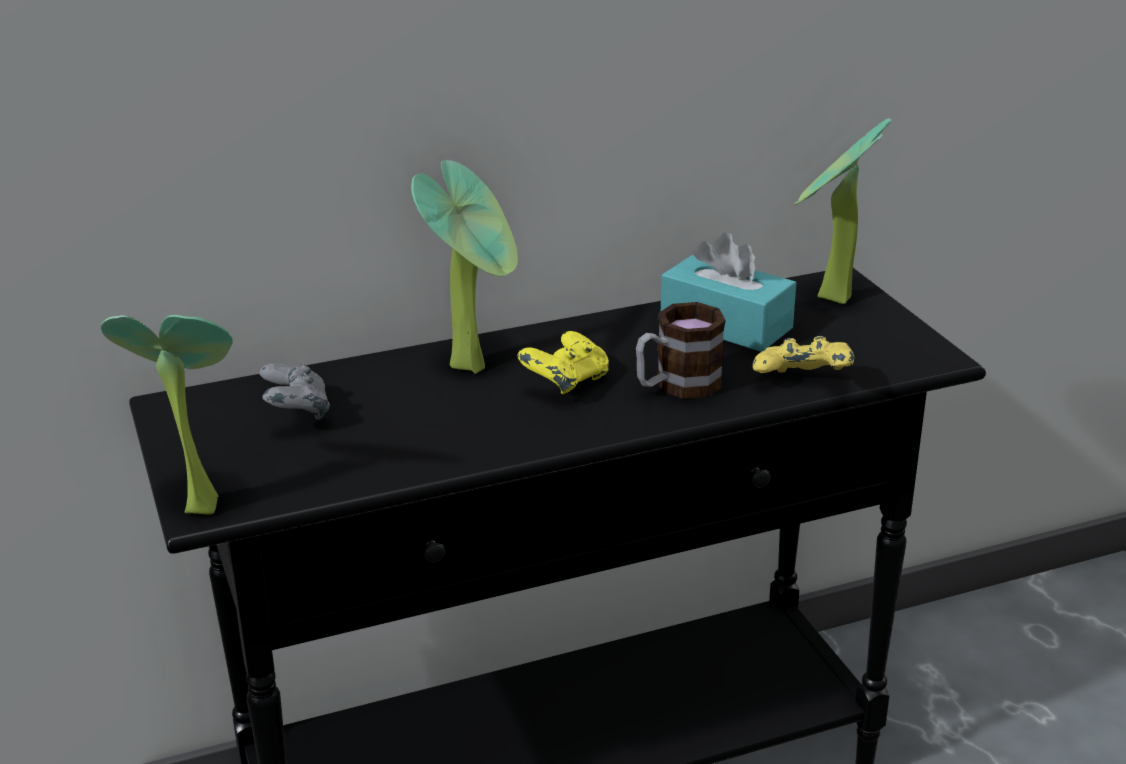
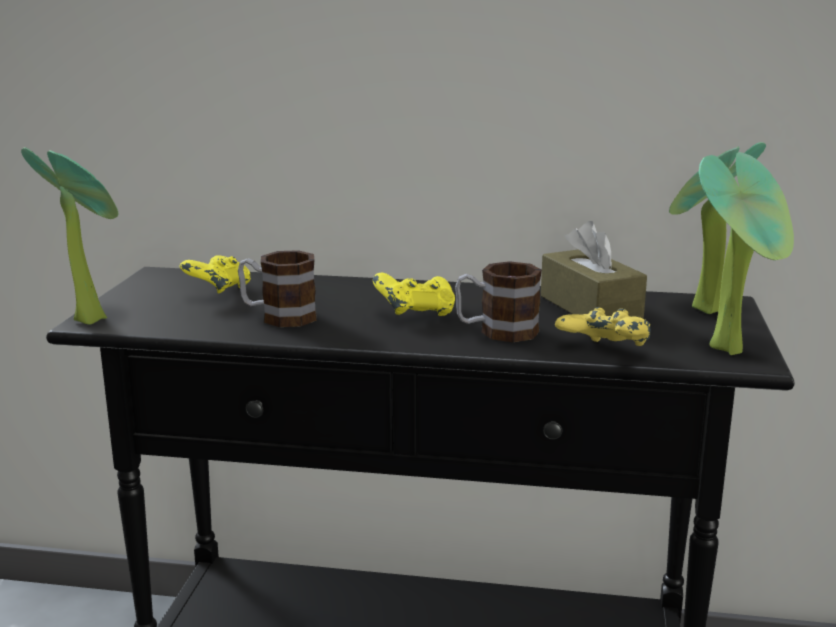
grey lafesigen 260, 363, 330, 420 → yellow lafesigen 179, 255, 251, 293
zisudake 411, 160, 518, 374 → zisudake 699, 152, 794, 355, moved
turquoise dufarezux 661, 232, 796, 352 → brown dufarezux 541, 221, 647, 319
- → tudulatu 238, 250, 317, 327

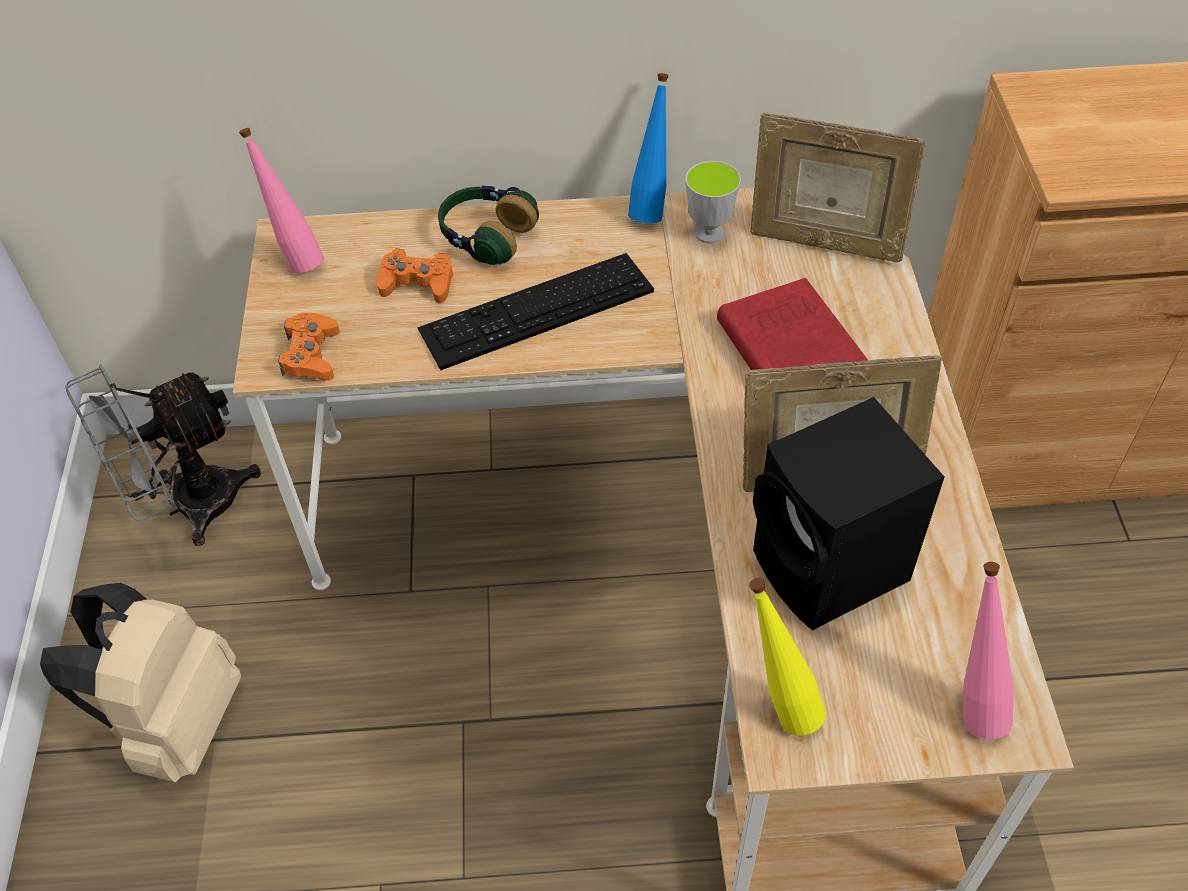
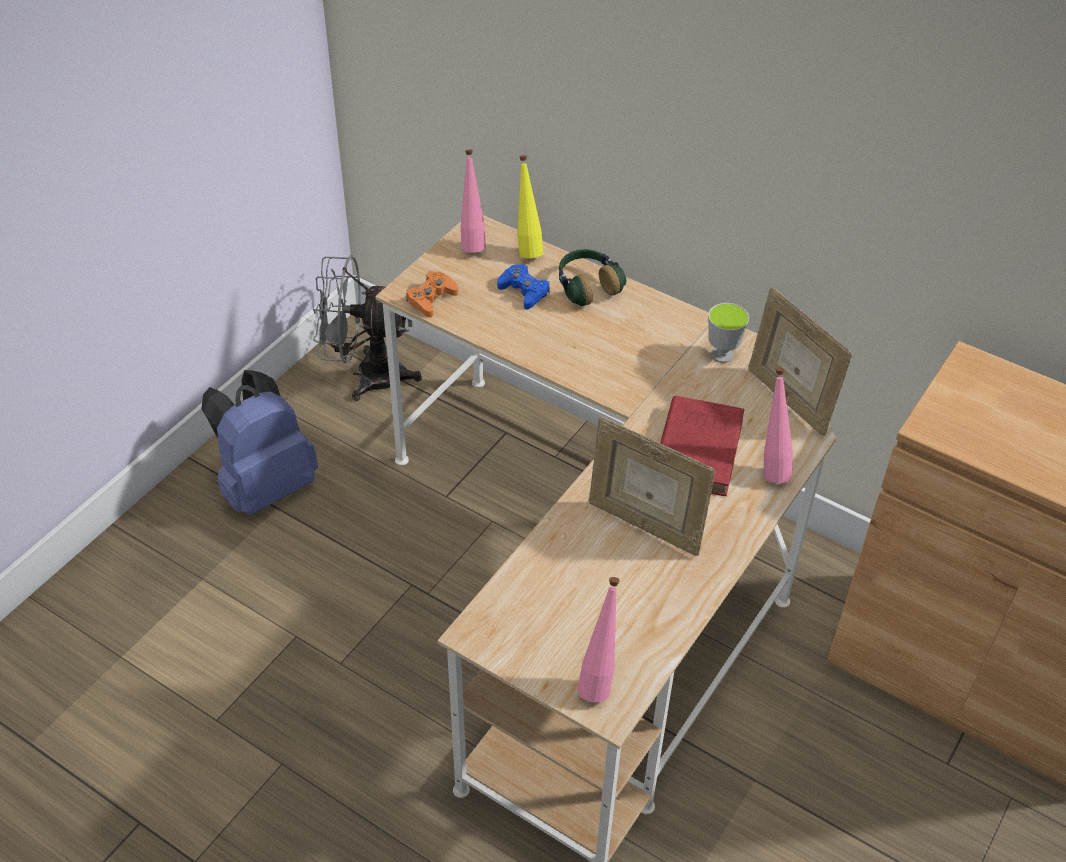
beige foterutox 40, 583, 241, 782 → blue foterutox 201, 370, 318, 515
orange lafesigen 377, 249, 453, 304 → blue lafesigen 497, 264, 550, 310
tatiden 417, 253, 654, 370 → -
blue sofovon 628, 73, 669, 223 → -
yellow sofovon 749, 578, 826, 735 → yellow sofovon 517, 155, 543, 258, moved
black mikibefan 753, 397, 944, 631 → -
- → pink sofovon 764, 368, 793, 483

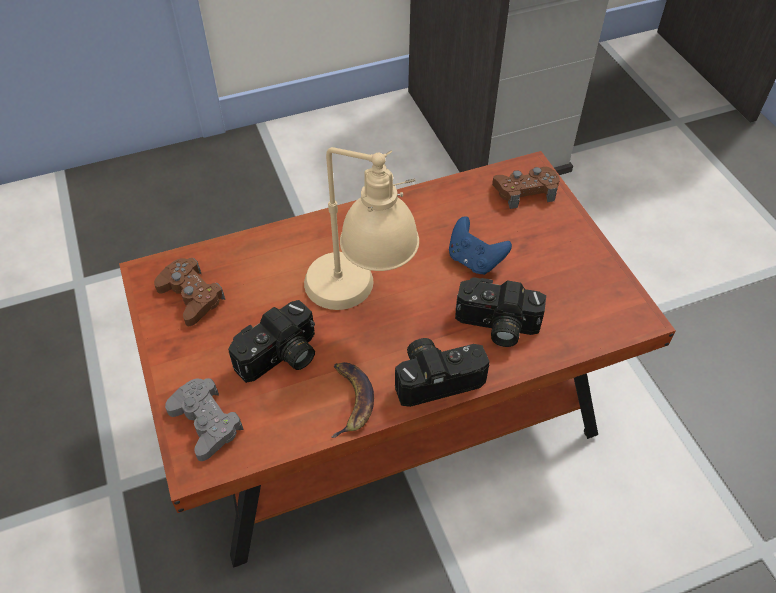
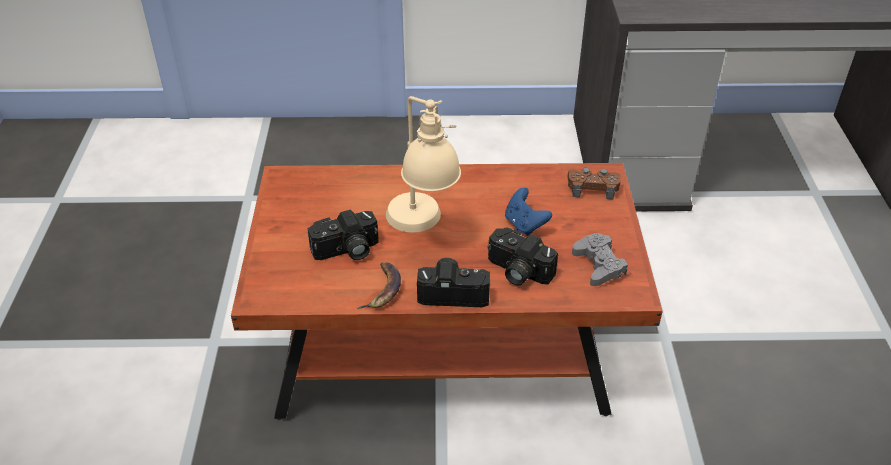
brown lafesigen 154, 258, 225, 326 → -
grey lafesigen 165, 378, 244, 461 → grey lafesigen 572, 233, 628, 286, moved

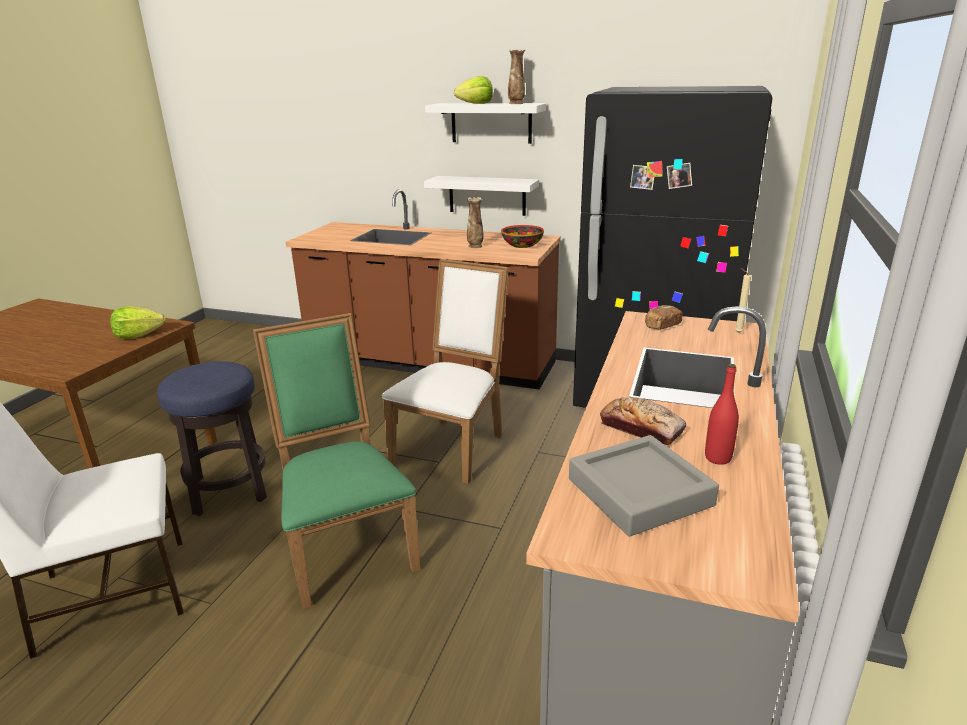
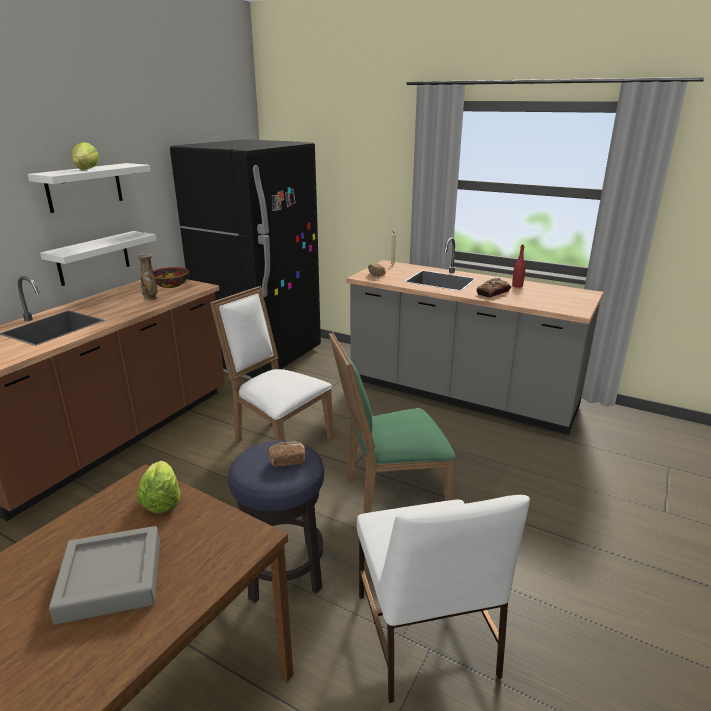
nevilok 508, 50, 525, 104 → -
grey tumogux 569, 435, 719, 537 → grey tumogux 49, 526, 160, 624, moved
- → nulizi 268, 441, 305, 467

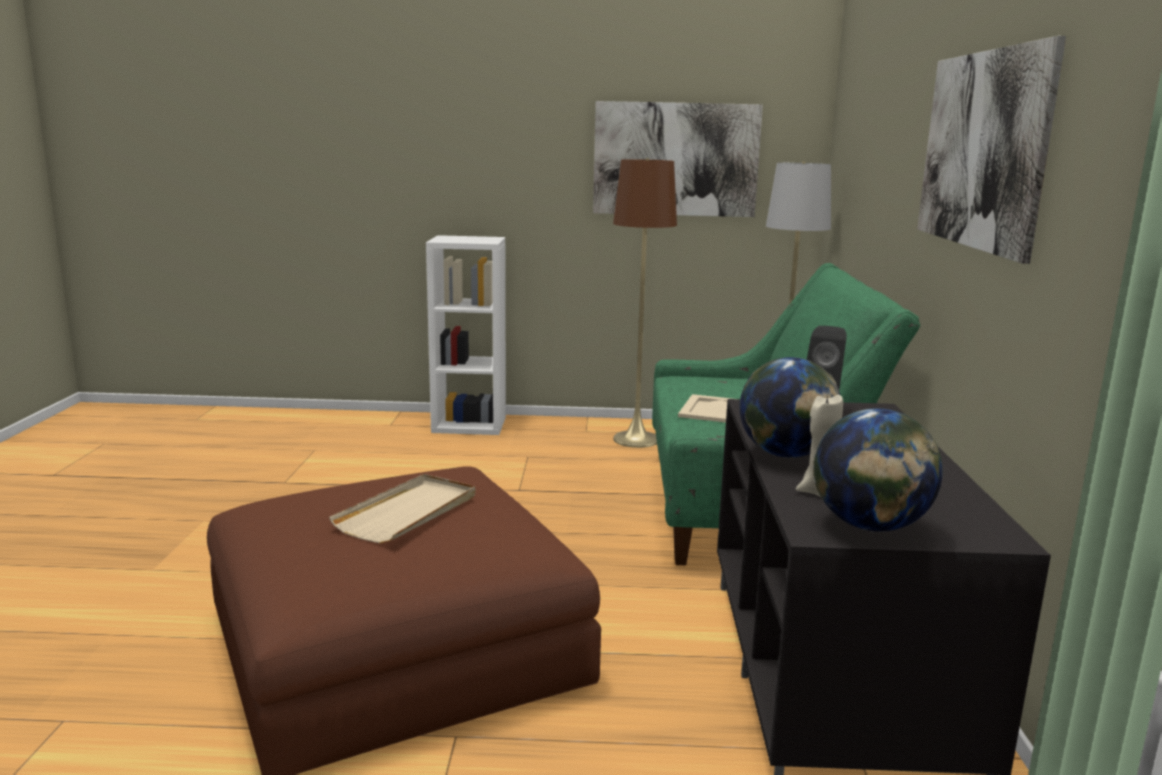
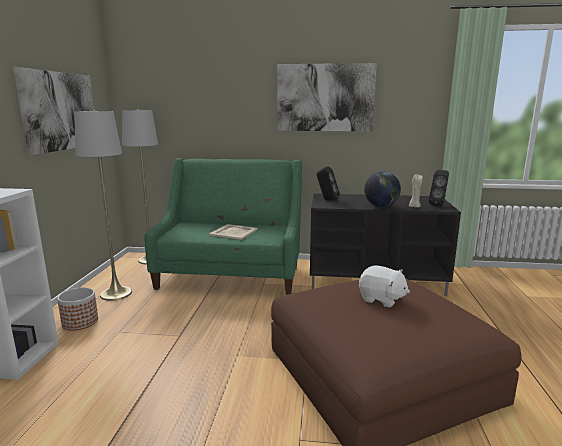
beige tumogux 329, 474, 475, 543 → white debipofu 359, 265, 410, 308
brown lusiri 613, 158, 677, 448 → grey lusiri 74, 110, 132, 301
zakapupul 813, 408, 943, 532 → black mikibefan 429, 170, 449, 206
- → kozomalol 57, 287, 98, 330

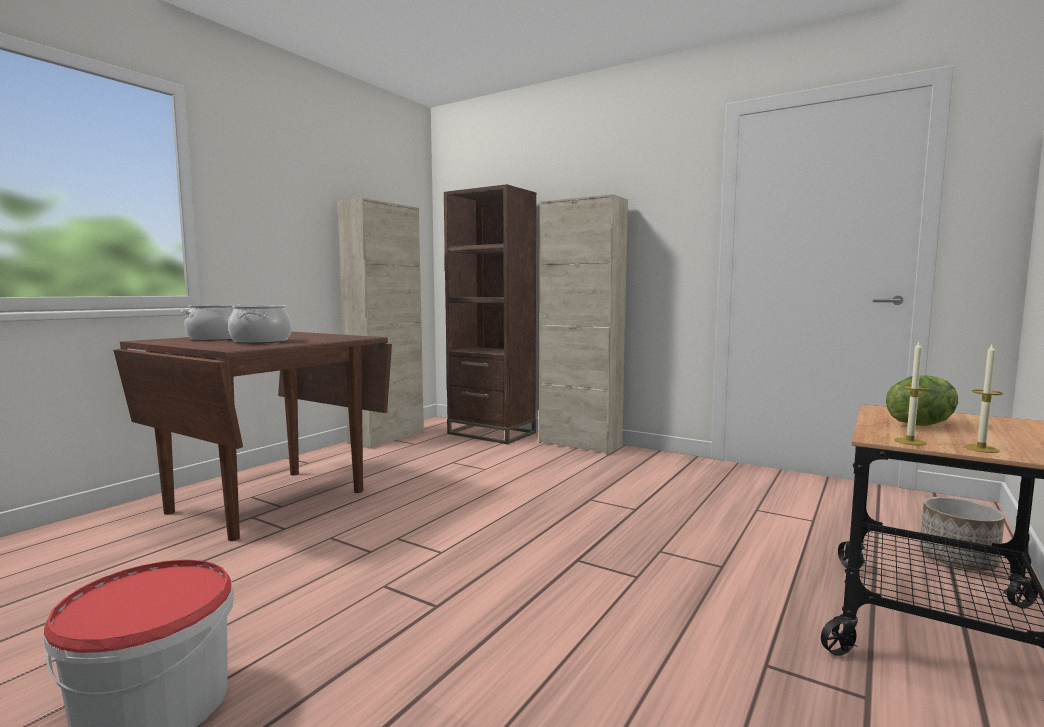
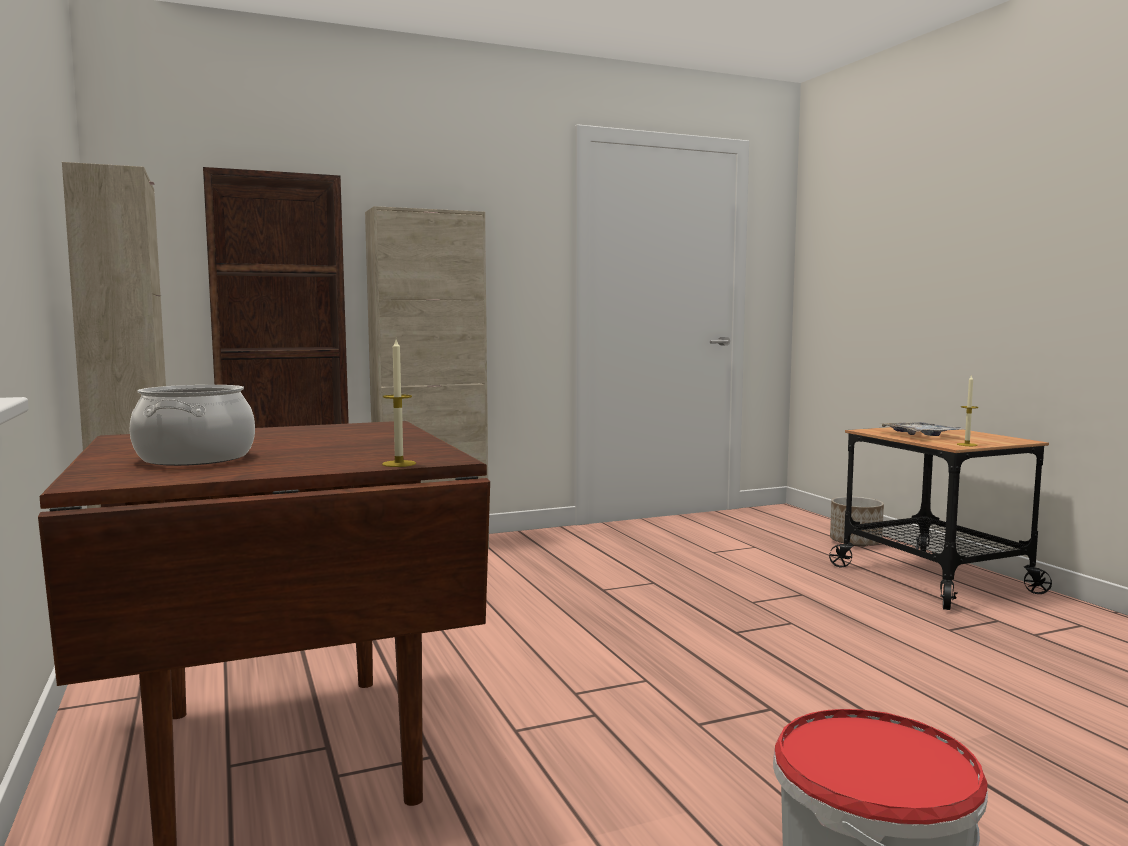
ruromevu 228, 305, 292, 343 → -
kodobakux 886, 375, 958, 426 → tumogux 878, 422, 965, 436
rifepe 964, 343, 1003, 453 → rifepe 382, 339, 416, 467, moved

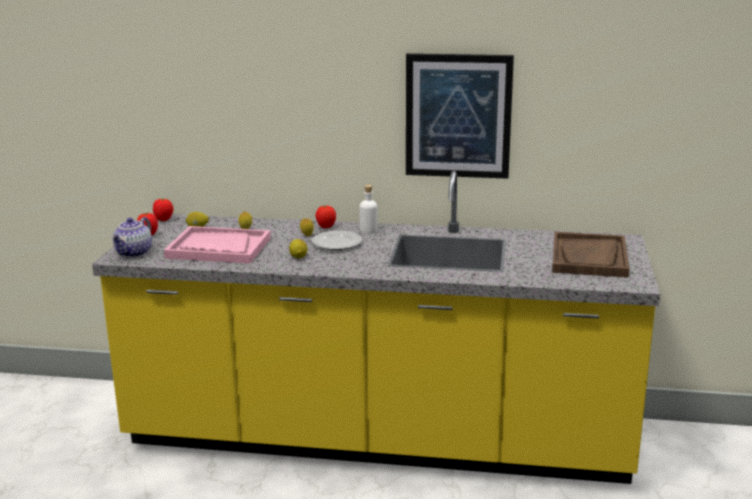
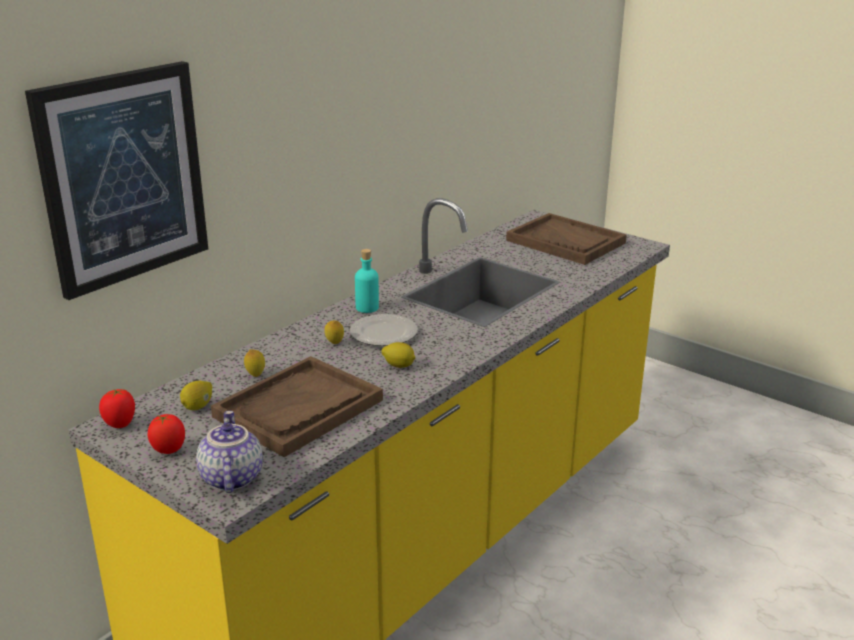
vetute 111, 217, 152, 258 → vetute 196, 411, 263, 493, 150 degrees counterclockwise
pink tumogux 164, 226, 271, 264 → brown tumogux 211, 356, 383, 457
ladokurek 316, 206, 336, 228 → -
white sofovon 360, 185, 378, 234 → turquoise sofovon 355, 249, 379, 313
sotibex 406, 53, 514, 179 → sotibex 25, 61, 208, 300, moved

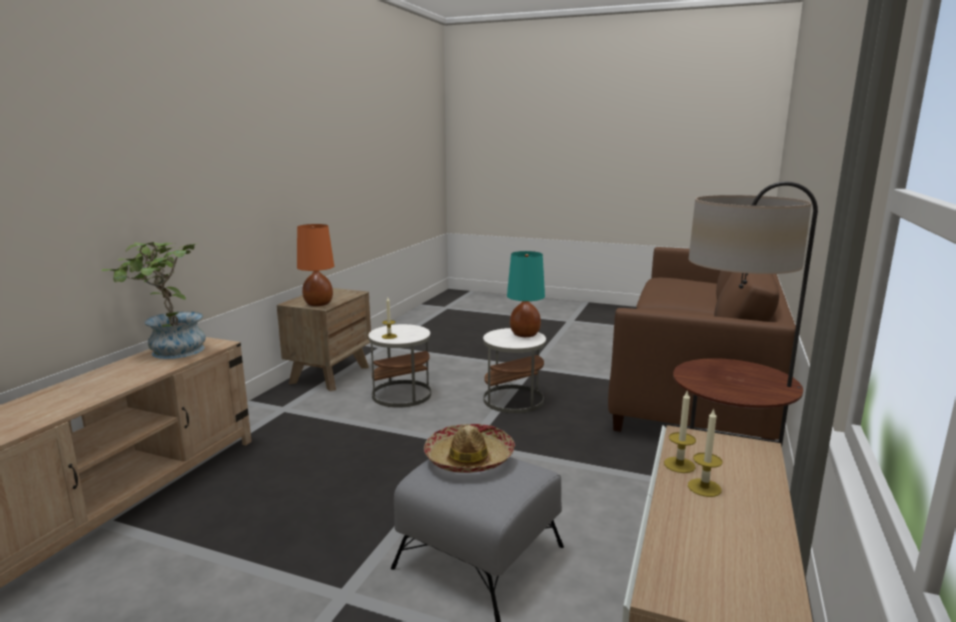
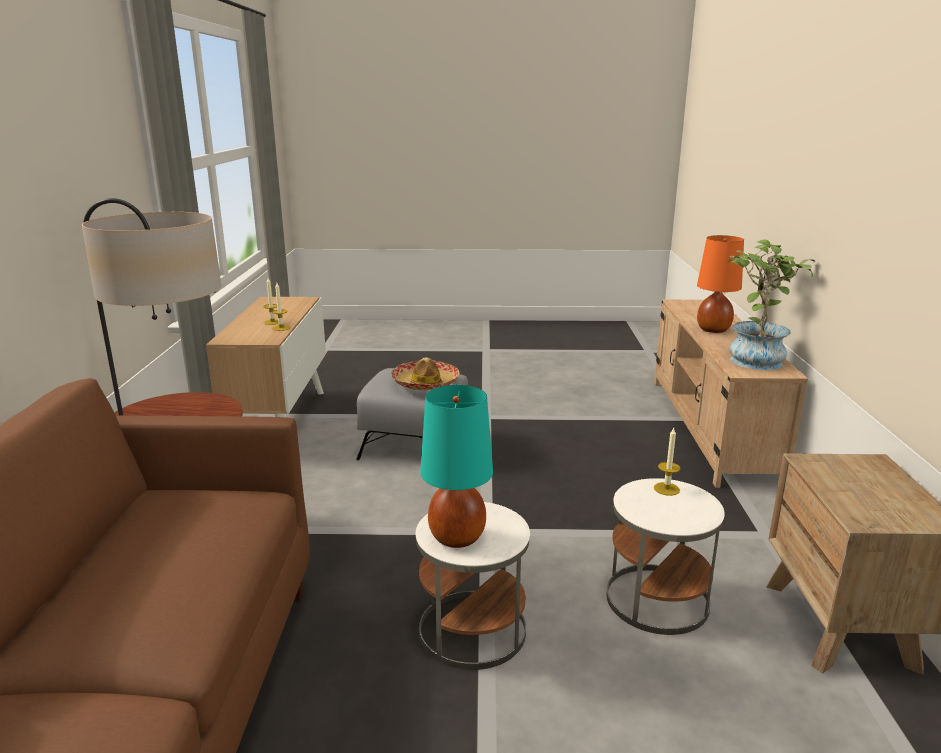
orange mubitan 297, 224, 334, 306 → orange mubitan 697, 235, 744, 333, moved

